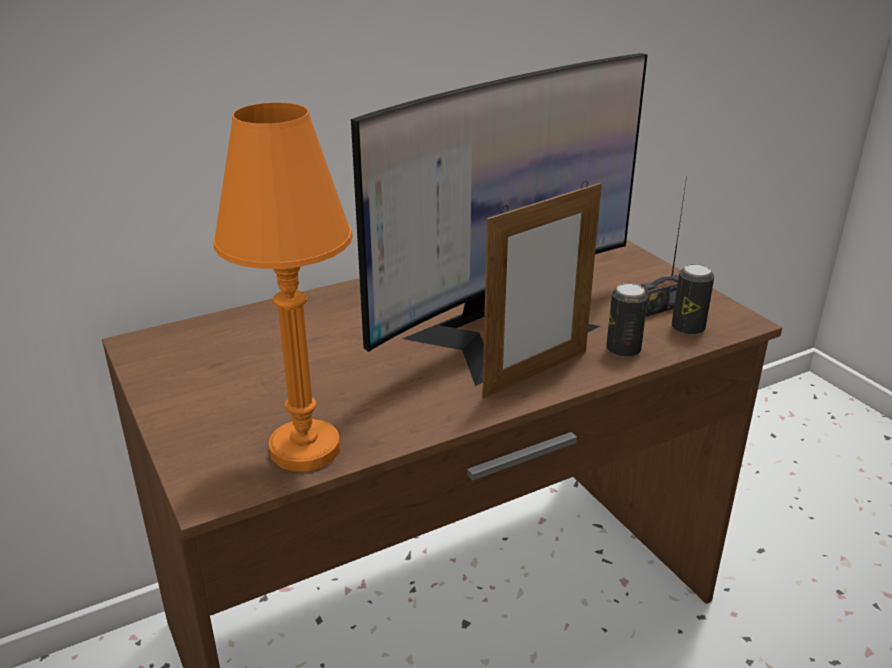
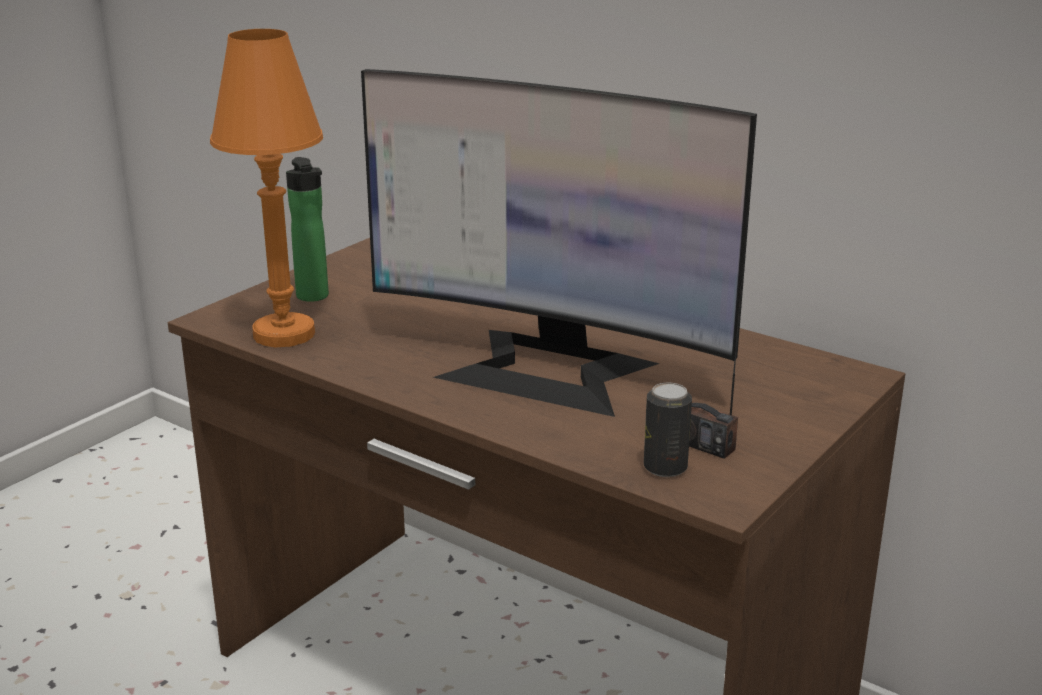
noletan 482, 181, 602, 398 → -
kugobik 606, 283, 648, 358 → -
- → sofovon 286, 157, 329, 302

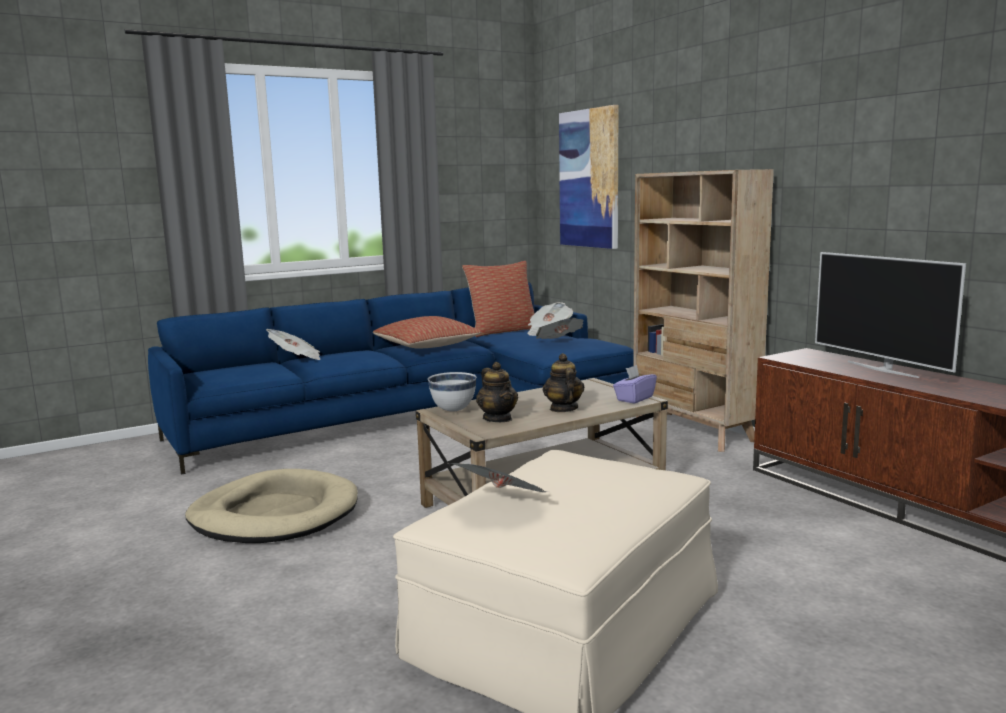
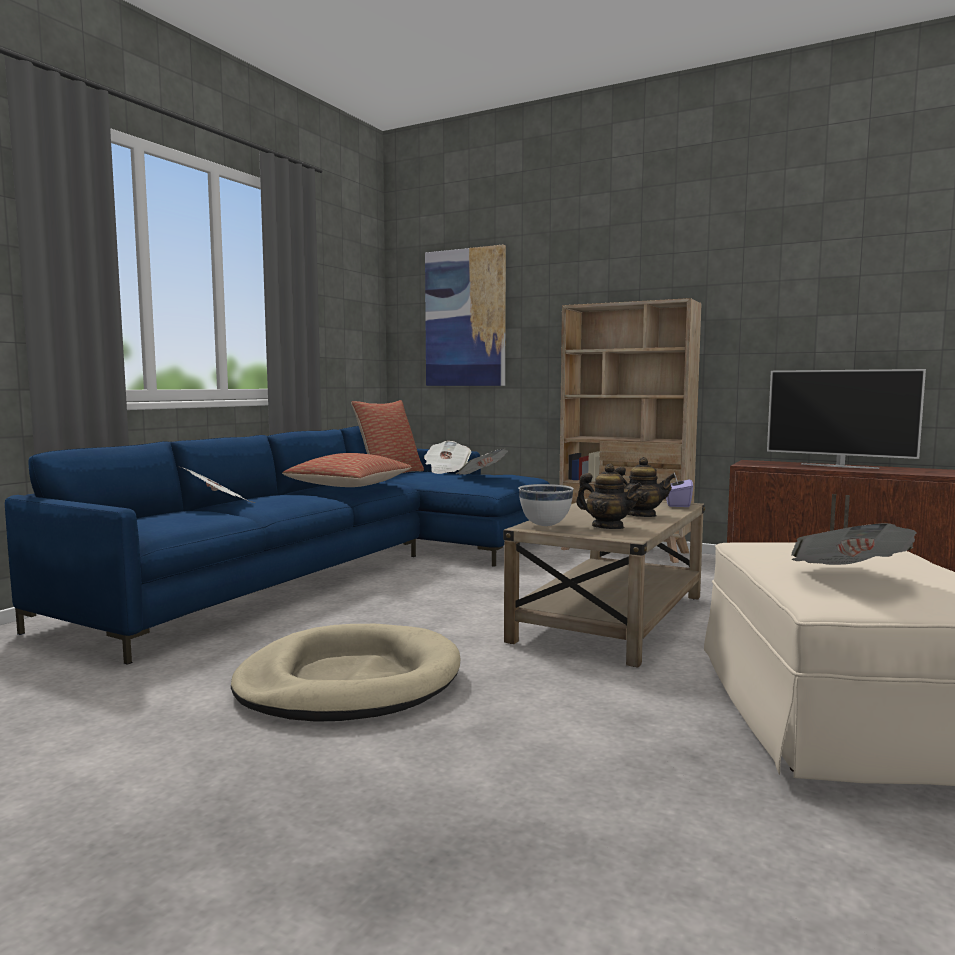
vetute 543, 353, 584, 412 → vetute 614, 457, 676, 517, 150 degrees clockwise

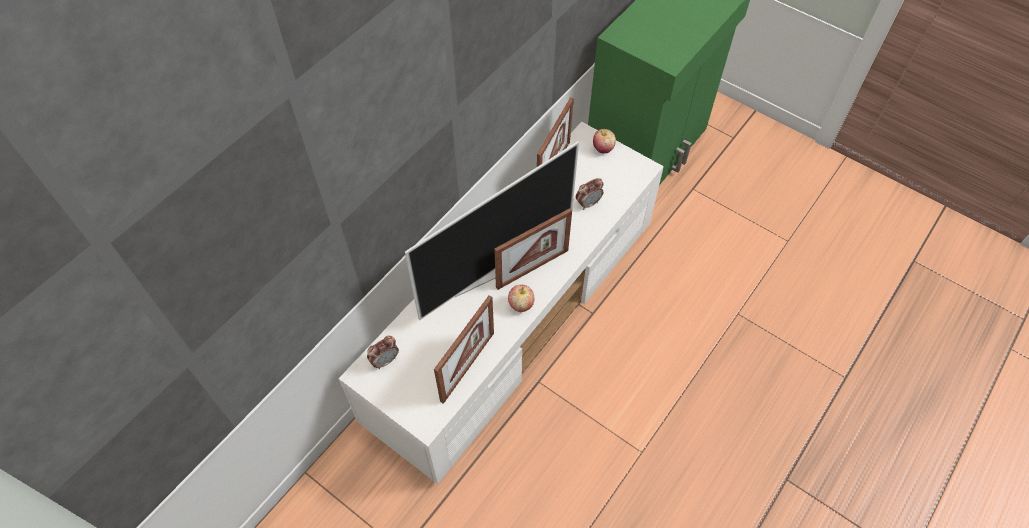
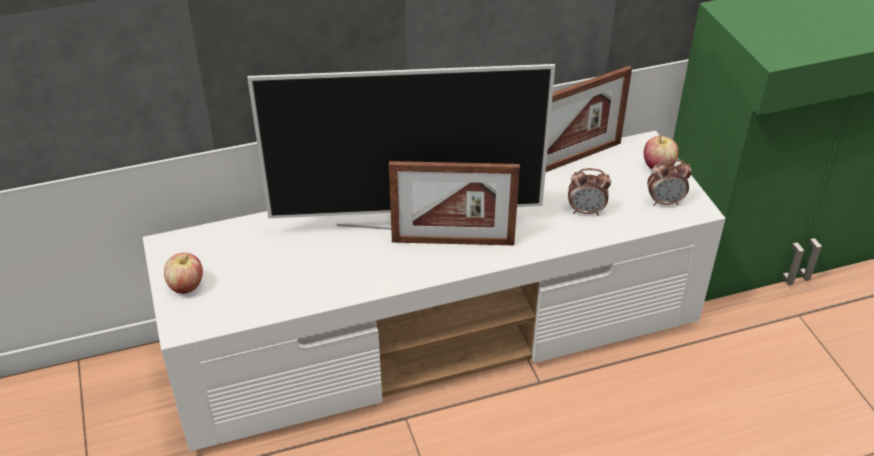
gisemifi 367, 336, 399, 369 → gisemifi 647, 159, 692, 206, moved
noletan 434, 295, 494, 404 → -
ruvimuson 508, 285, 534, 312 → ruvimuson 164, 253, 203, 294, moved

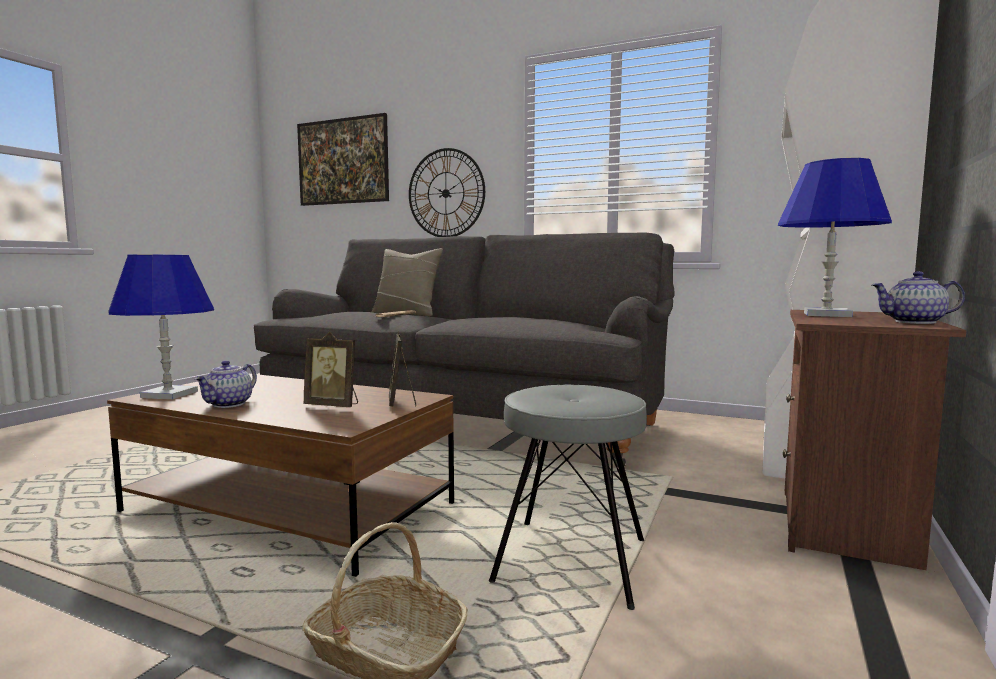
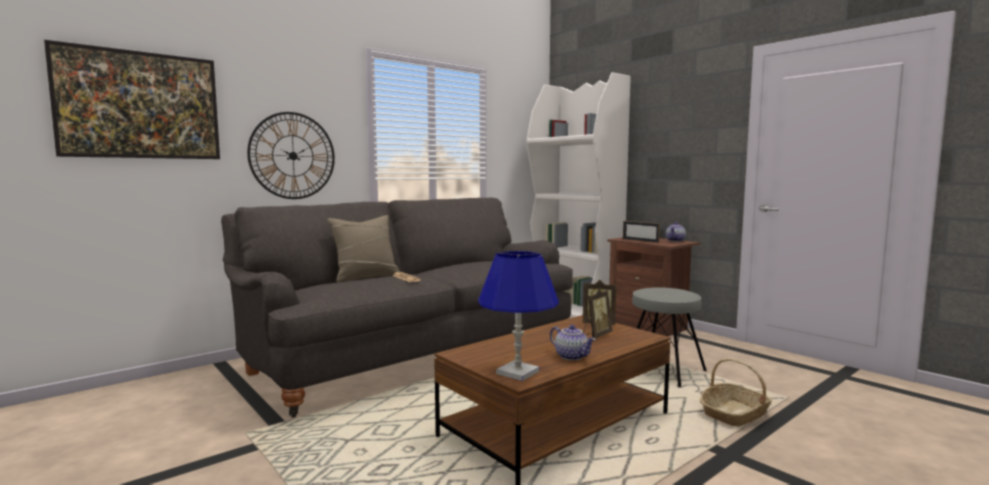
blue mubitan 778, 158, 892, 317 → noletan 623, 221, 660, 243

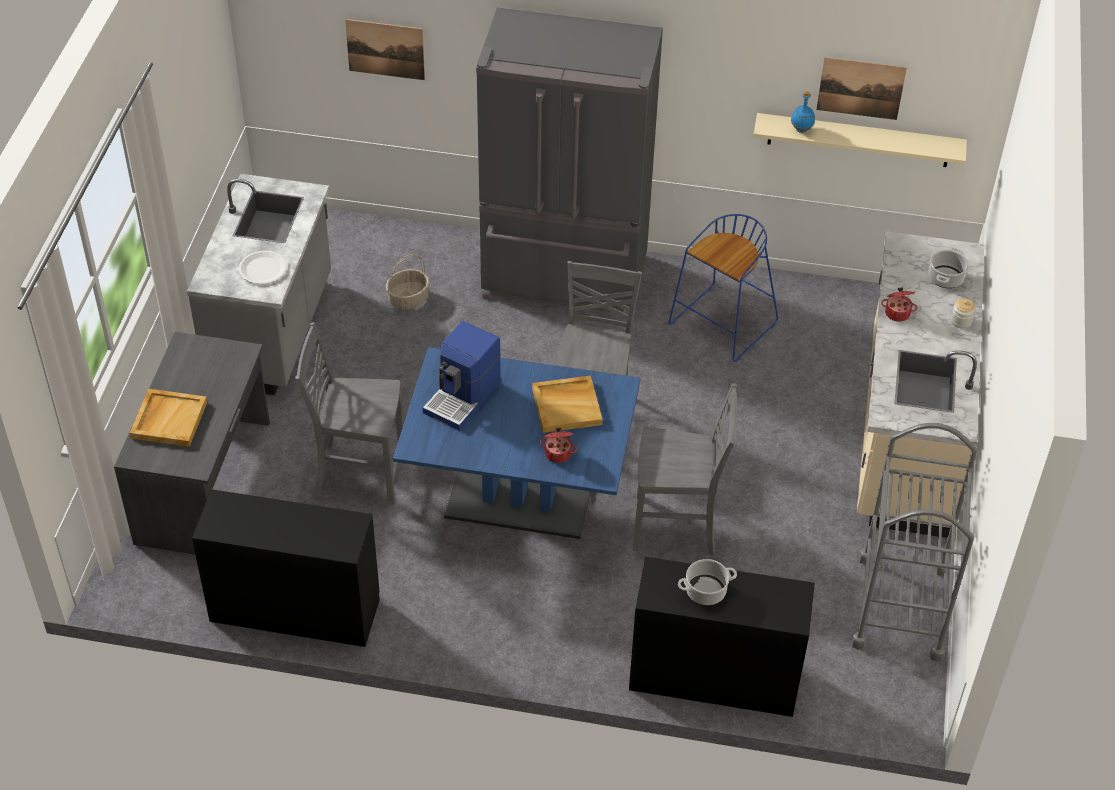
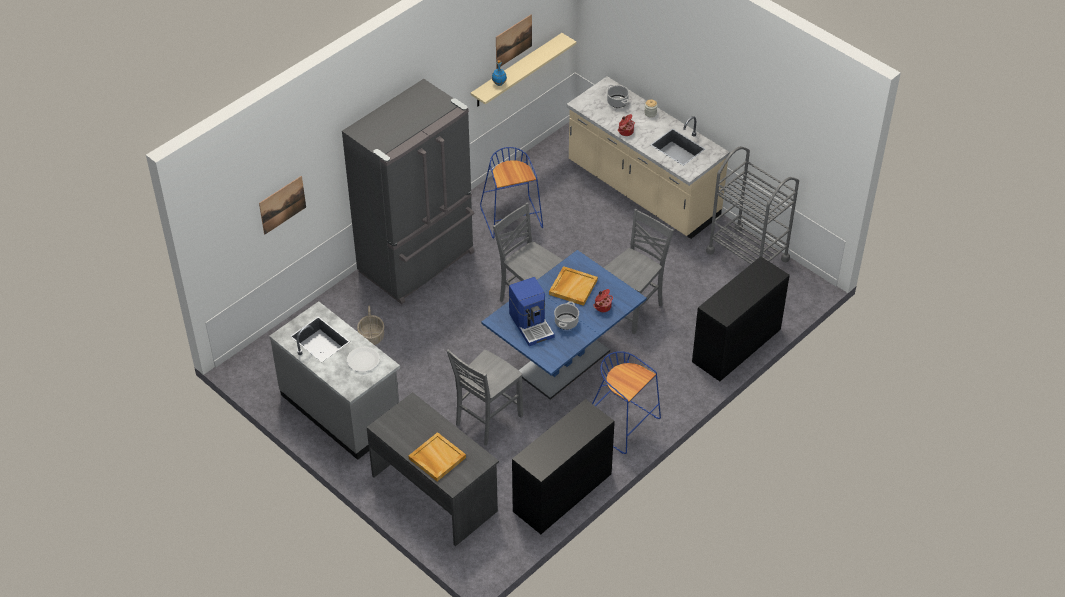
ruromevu 678, 559, 737, 605 → ruromevu 554, 301, 579, 330, moved
- → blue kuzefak 592, 351, 661, 454

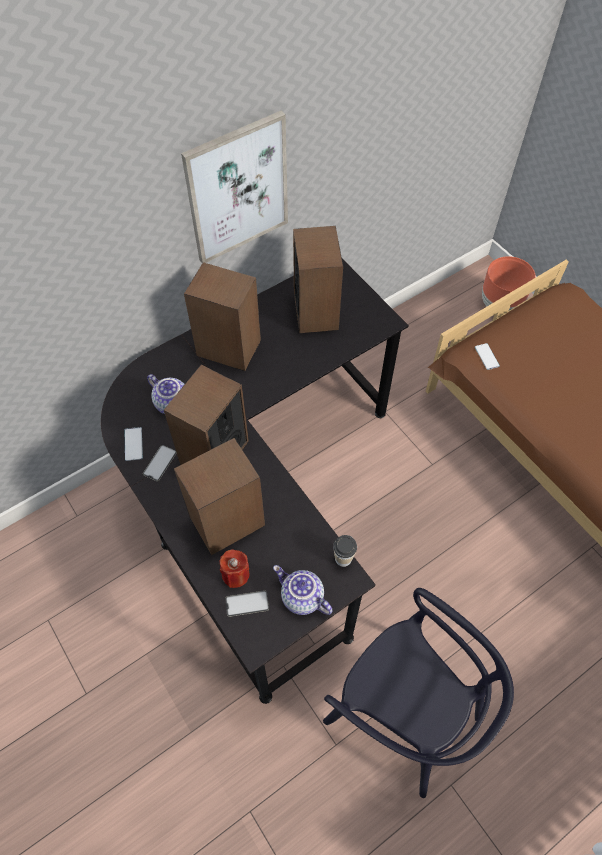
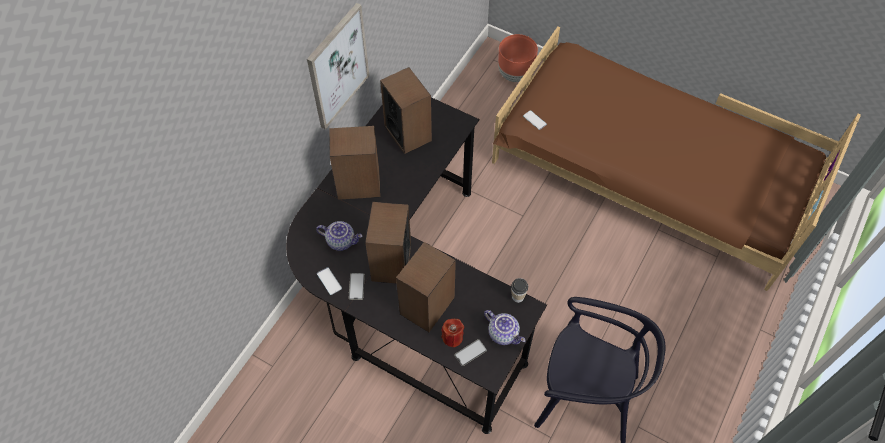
vetute 273, 565, 333, 615 → vetute 484, 310, 526, 345, 150 degrees counterclockwise

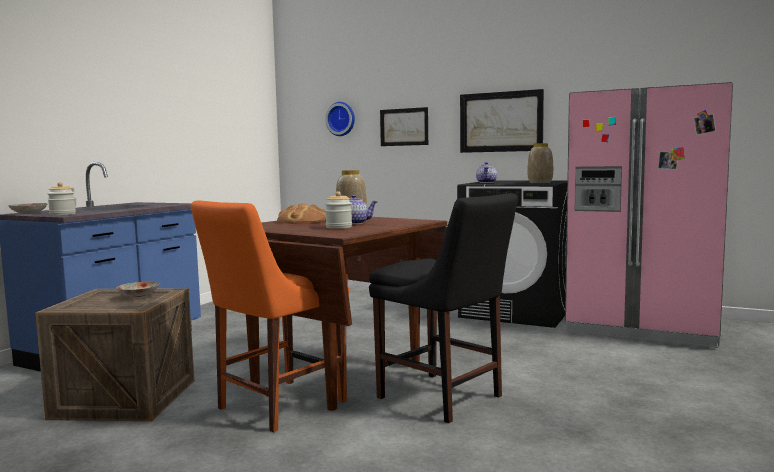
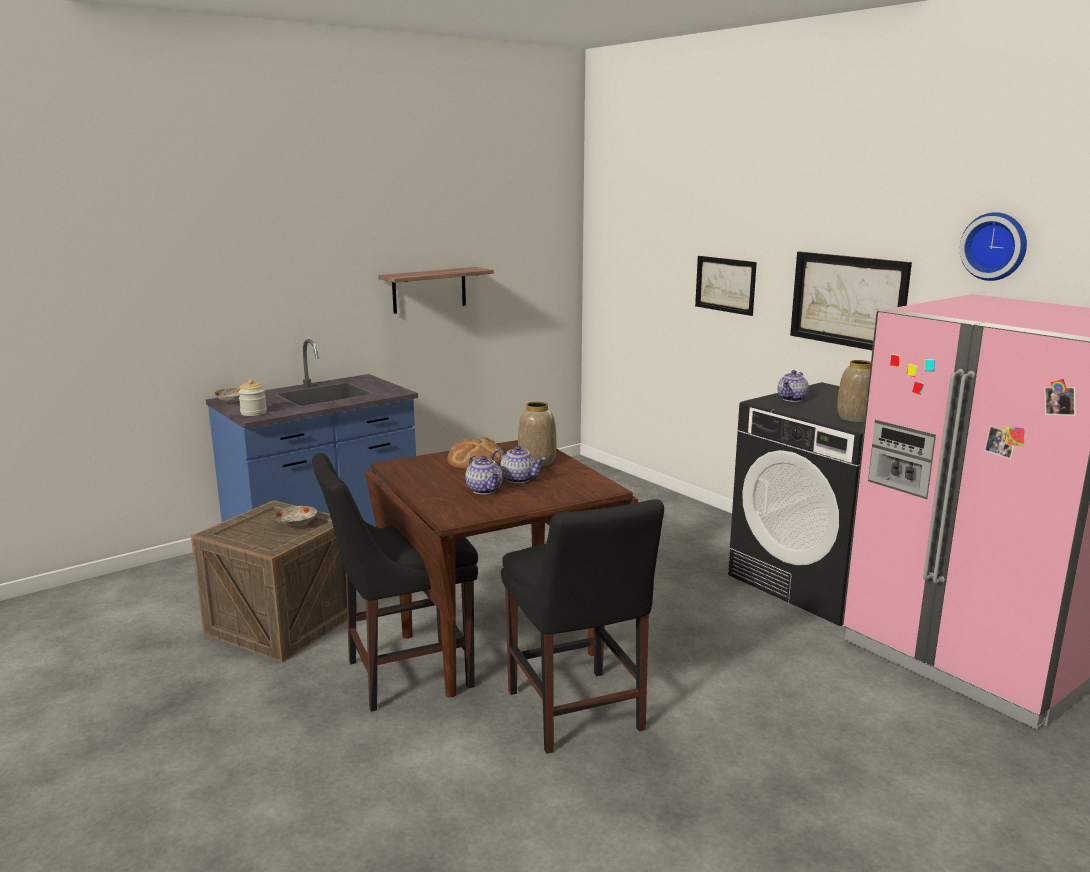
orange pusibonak 191, 200, 349, 432 → black pusibonak 312, 453, 478, 712
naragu 325, 102, 355, 136 → naragu 960, 212, 1027, 281, moved
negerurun 325, 191, 352, 229 → vetute 465, 456, 503, 495
- → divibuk 378, 267, 494, 314

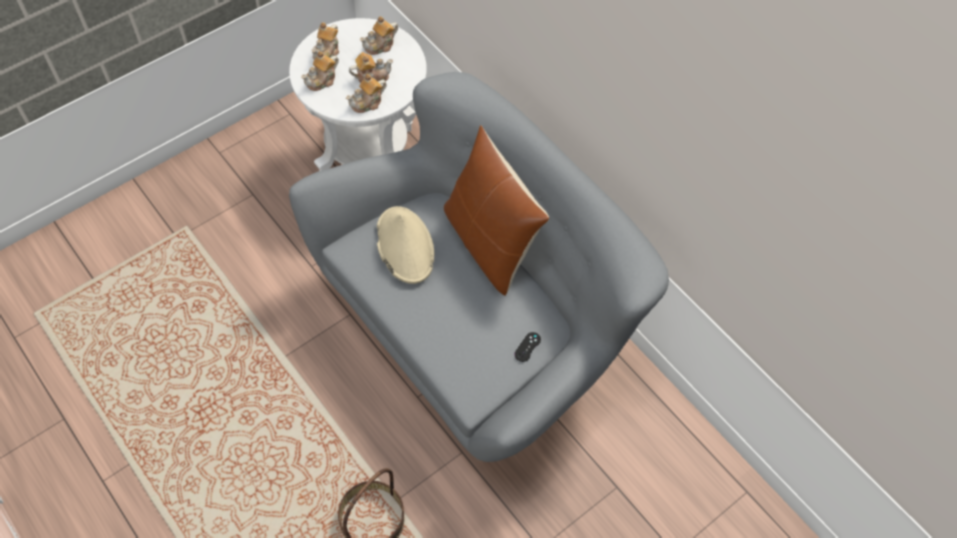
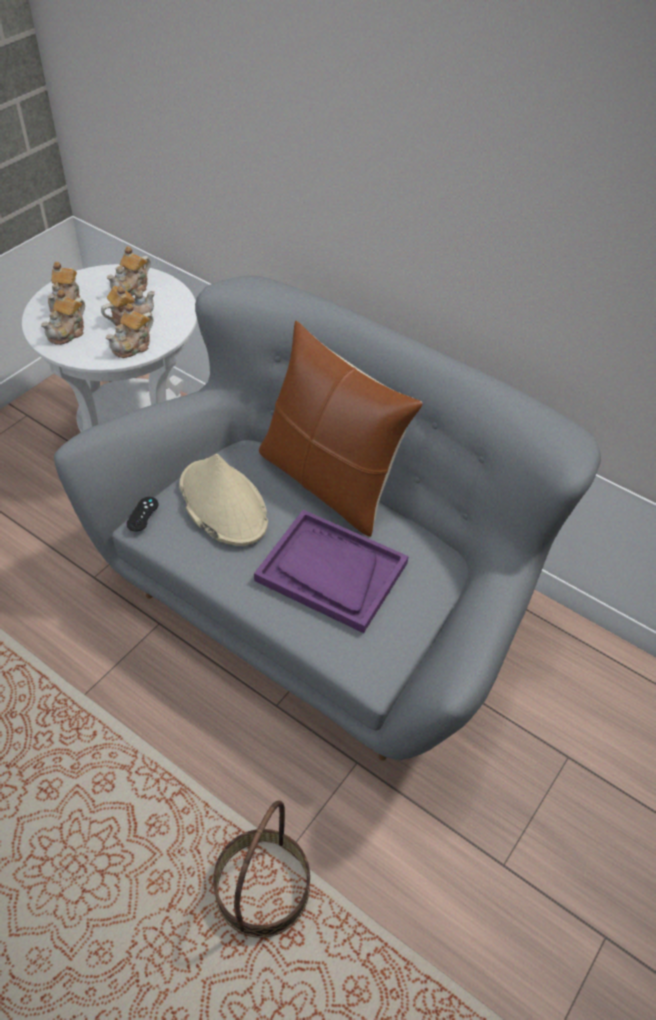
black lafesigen 514, 332, 541, 362 → black lafesigen 127, 497, 158, 532, moved
- → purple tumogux 254, 510, 409, 633

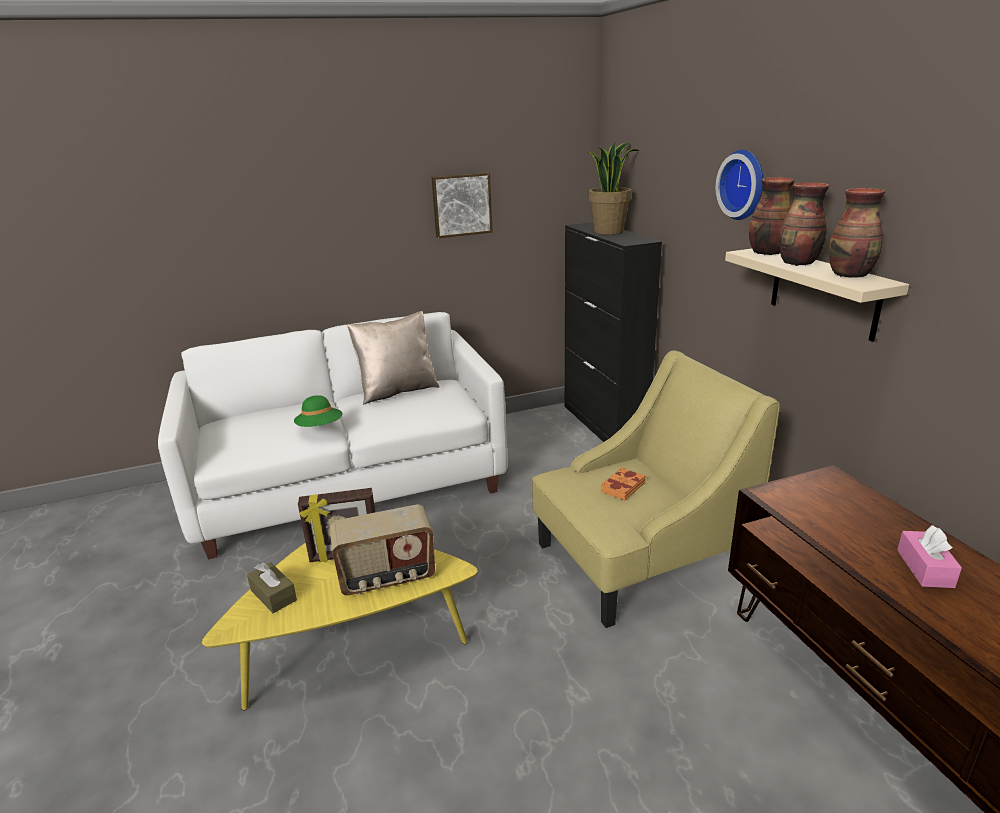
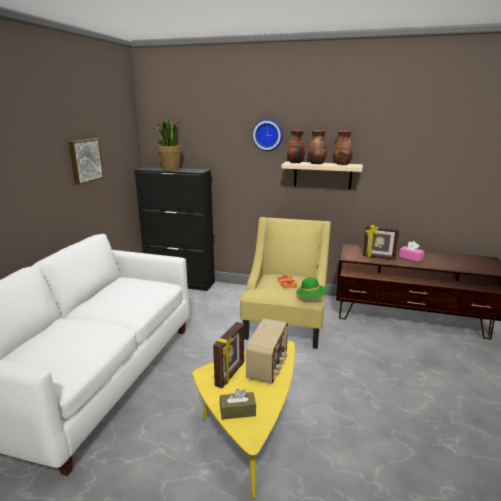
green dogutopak 294, 395, 342, 427 → green dogutopak 296, 278, 326, 297, moved
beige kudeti 347, 311, 439, 405 → -
- → noletan 363, 225, 400, 260

